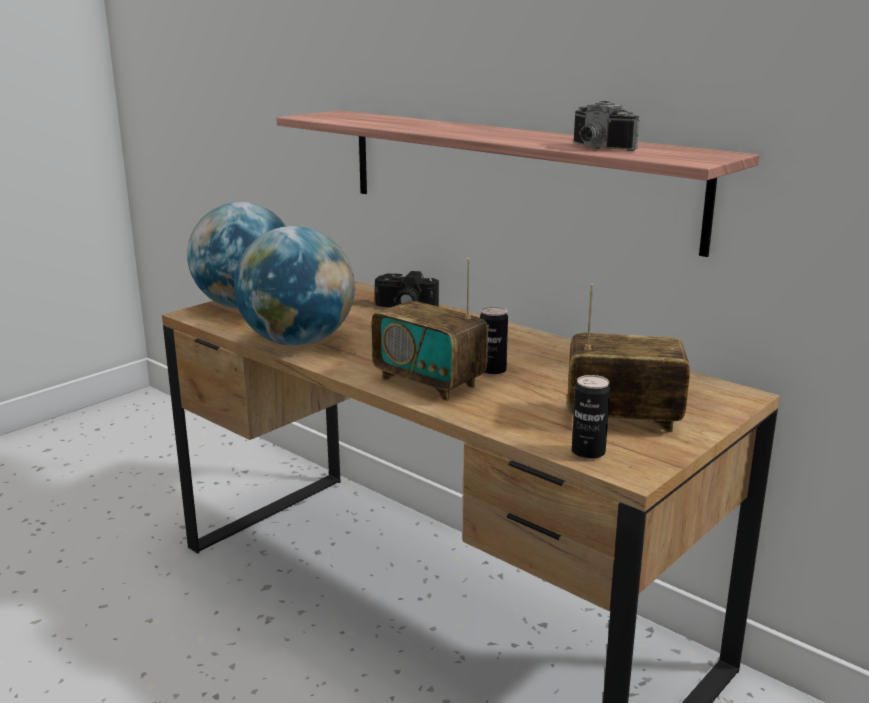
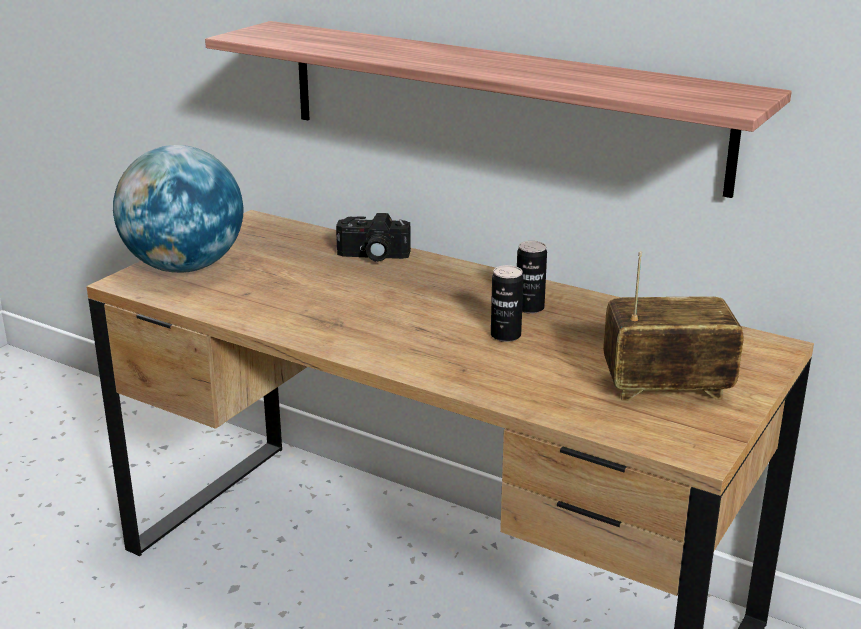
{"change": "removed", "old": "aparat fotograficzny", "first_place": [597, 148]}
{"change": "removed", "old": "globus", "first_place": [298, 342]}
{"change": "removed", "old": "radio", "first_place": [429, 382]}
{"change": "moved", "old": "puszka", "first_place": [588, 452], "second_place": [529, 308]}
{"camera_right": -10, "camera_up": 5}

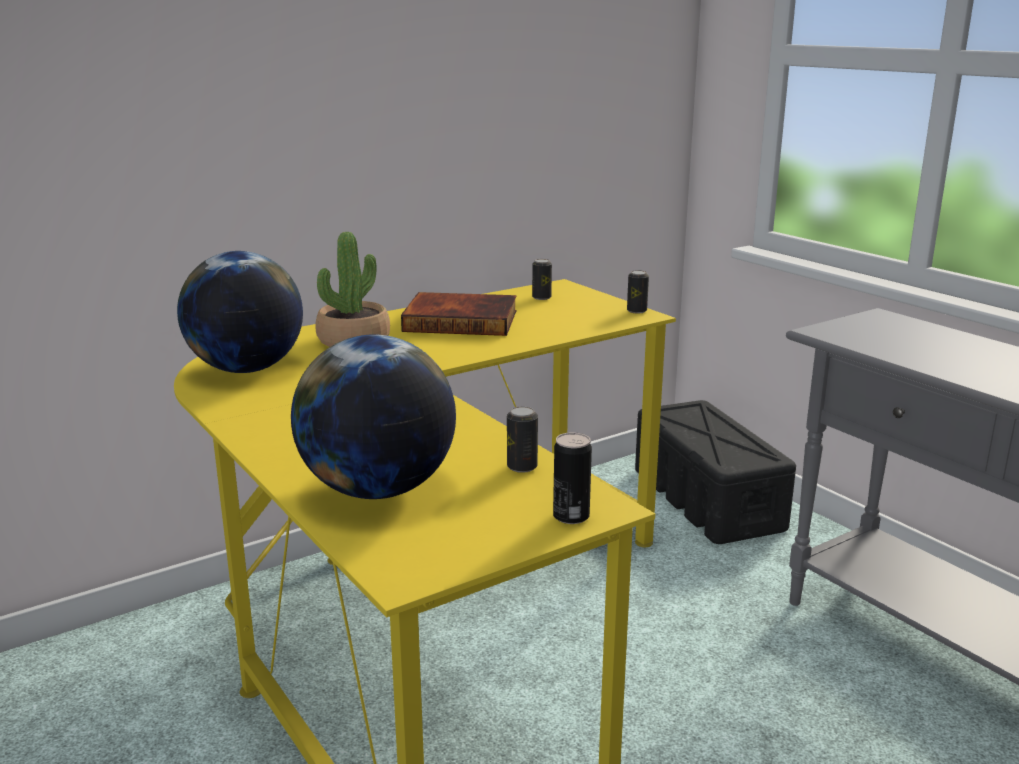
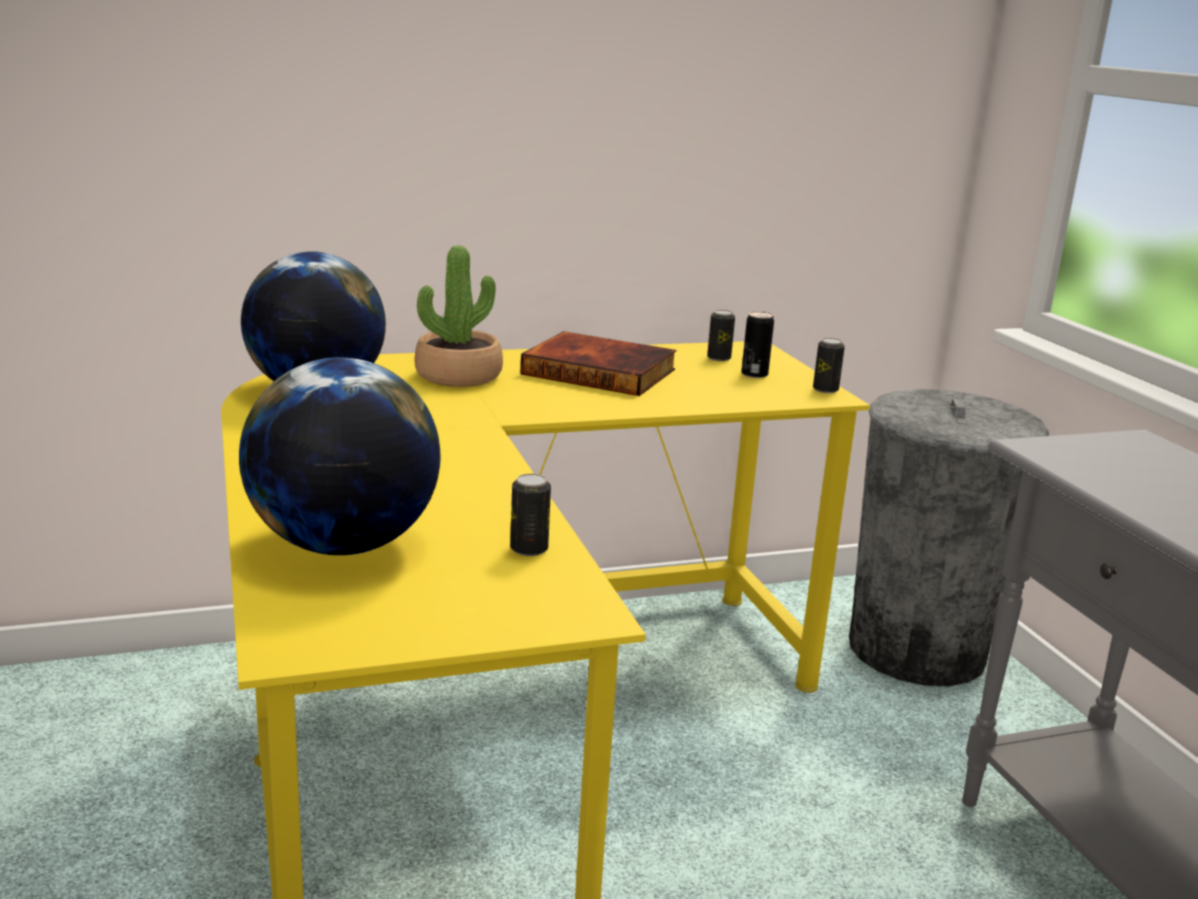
{"change": "replaced", "old": "pojemnik do przechowywania [czarny]", "new": "kosz na śmieci [szary]", "first_place": [707, 499], "second_place": [917, 649]}
{"change": "moved", "old": "puszka", "first_place": [571, 516], "second_place": [754, 374]}
{"camera_right": 15, "camera_up": 0}

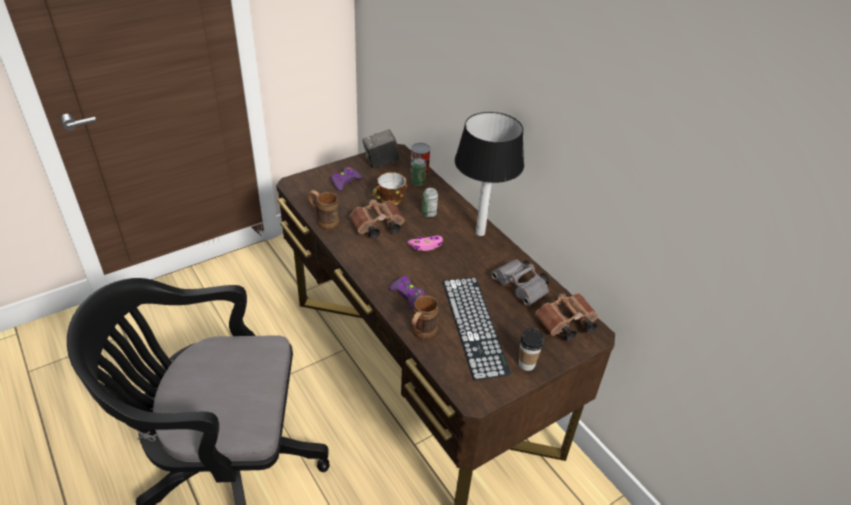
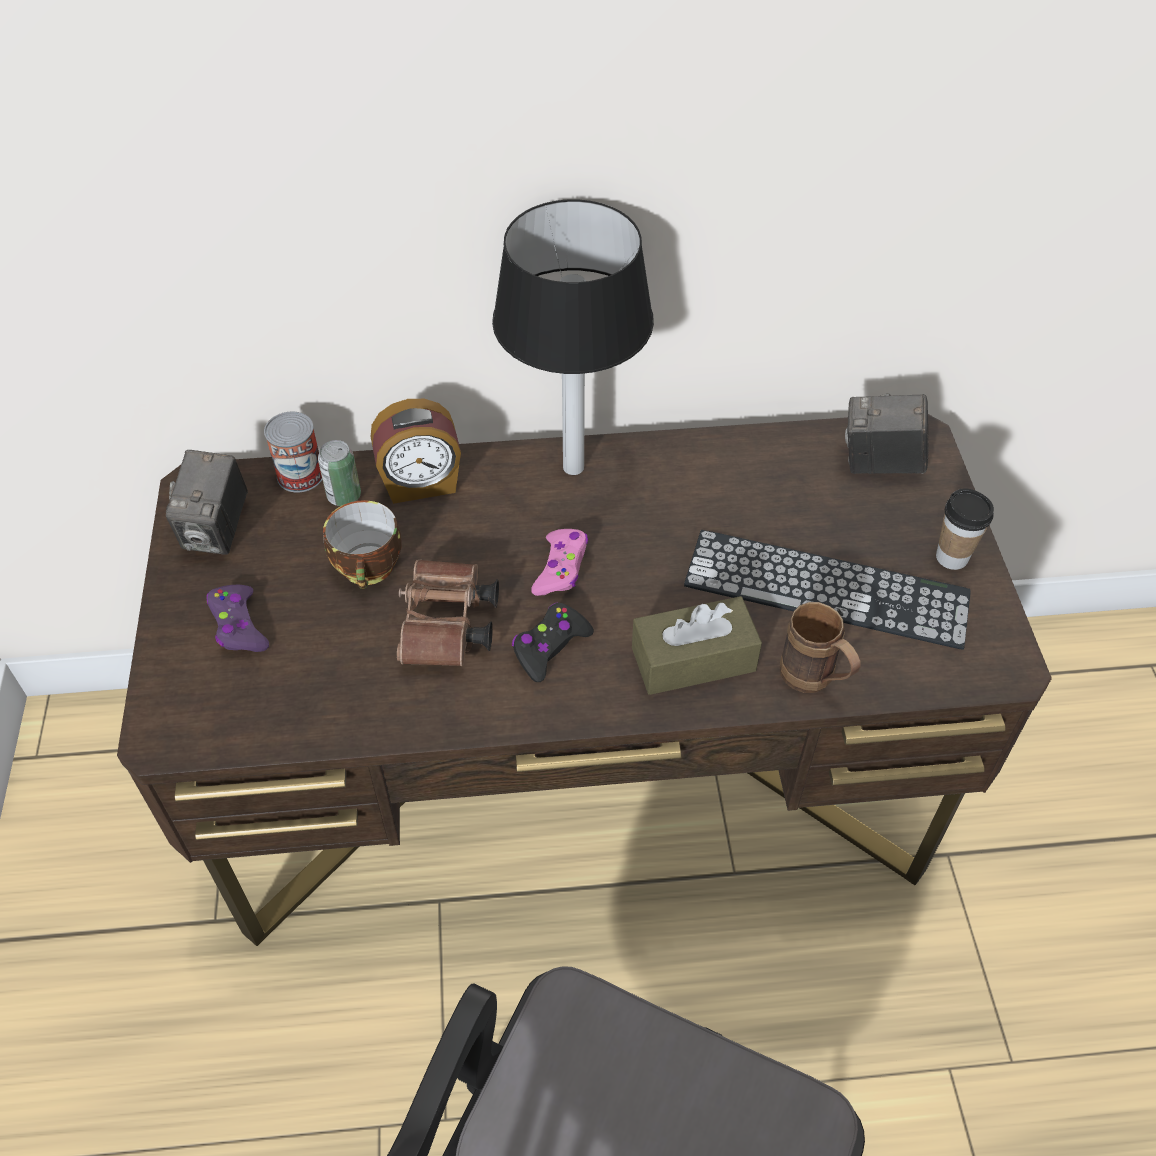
{"change": "removed", "old": "puszka", "first_place": [429, 214]}
{"change": "removed", "old": "kubek [brązowy]", "first_place": [324, 222]}
{"change": "removed", "old": "lornetka [szary]", "first_place": [521, 289]}
{"change": "replaced", "old": "pad do gier [fioletowy]", "new": "pudełko chusteczek [brązowy]", "first_place": [407, 295], "second_place": [693, 659]}
{"change": "replaced", "old": "lornetka [brązowy]", "new": "aparat fotograficzny", "first_place": [565, 325], "second_place": [880, 463]}
{"change": "added", "new": "budzik", "second_place": [421, 484]}
{"change": "added", "new": "pad do gier [czarny]", "second_place": [550, 647]}
{"camera_right": -60, "camera_up": 10}

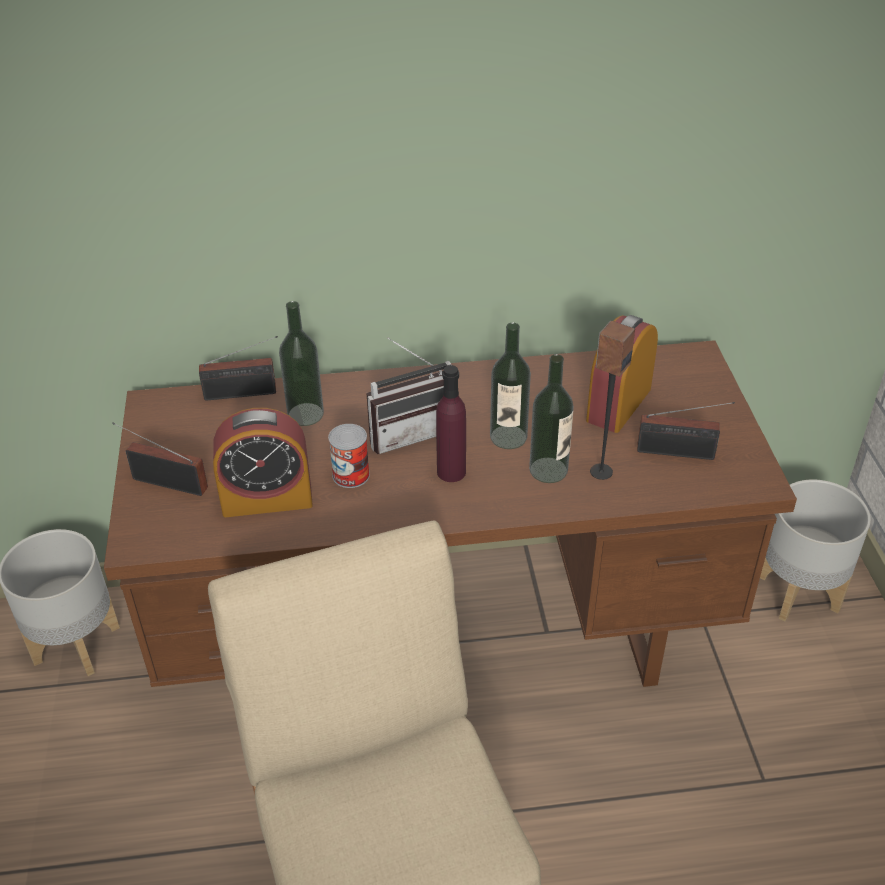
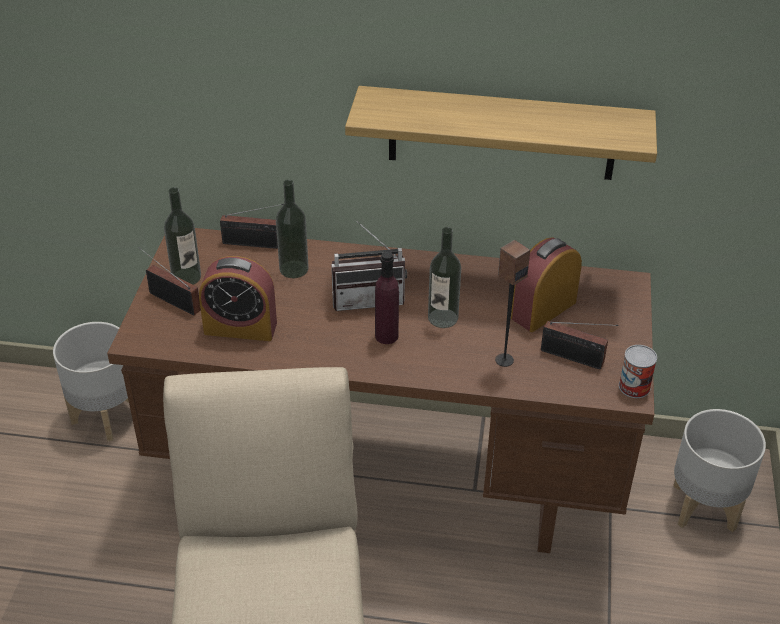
{"change": "moved", "old": "butelka", "first_place": [548, 470], "second_place": [186, 277]}
{"change": "moved", "old": "puszka", "first_place": [351, 475], "second_place": [634, 387]}
{"change": "added", "new": "półka", "second_place": [502, 133]}
{"camera_right": 15, "camera_up": 0}

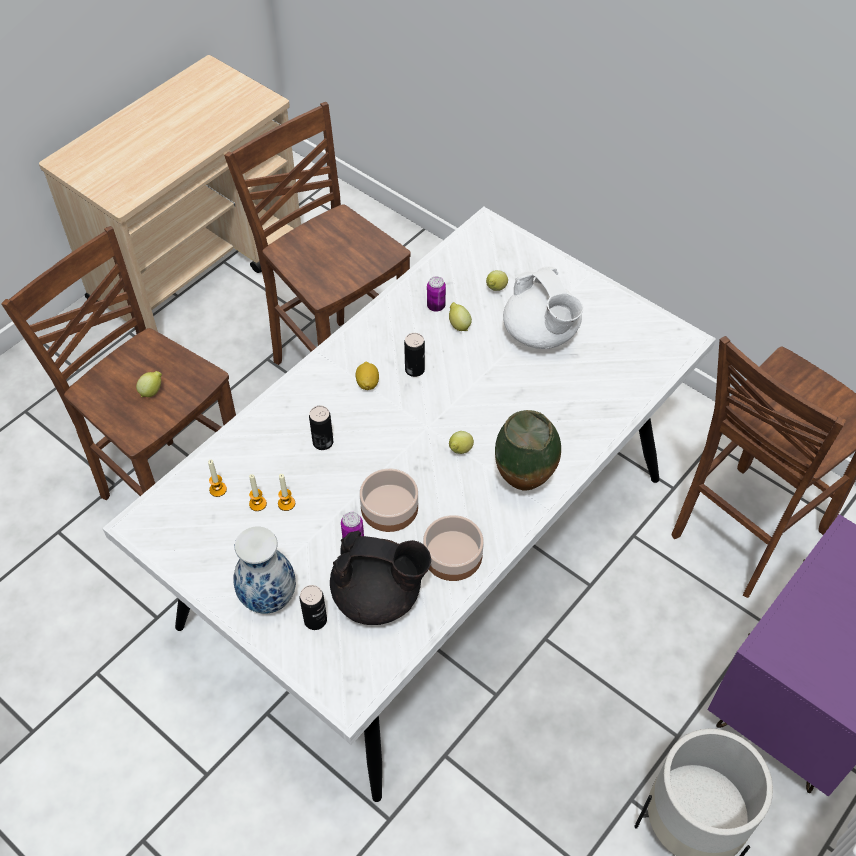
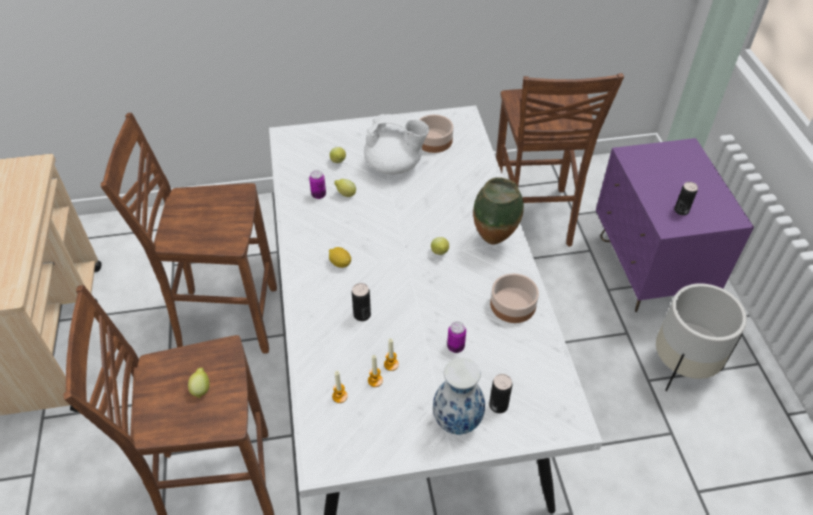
{"change": "moved", "old": "puszka", "first_place": [414, 369], "second_place": [681, 210]}
{"change": "moved", "old": "miska", "first_place": [390, 508], "second_place": [434, 140]}
{"change": "removed", "old": "imbryk [czarny]", "first_place": [378, 596]}
{"camera_right": -50, "camera_up": -5}

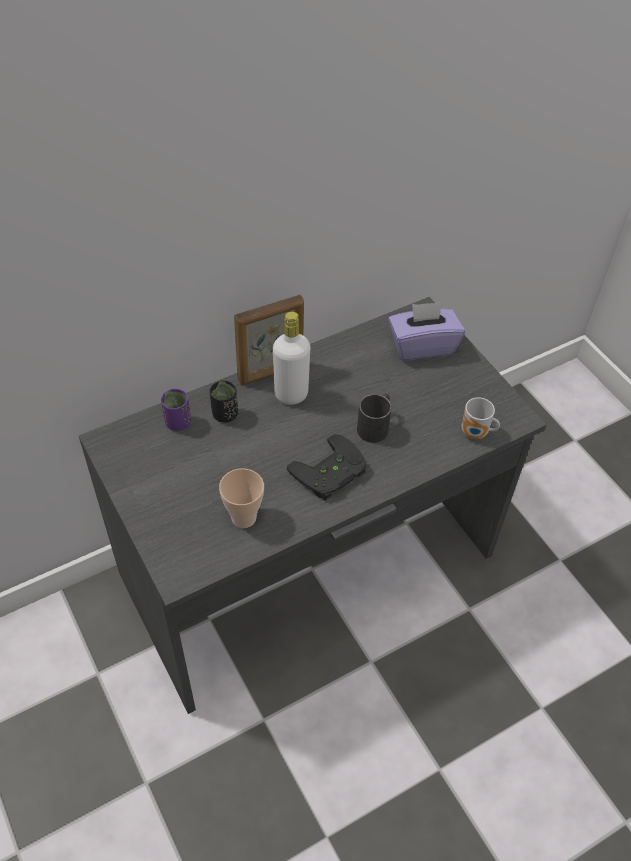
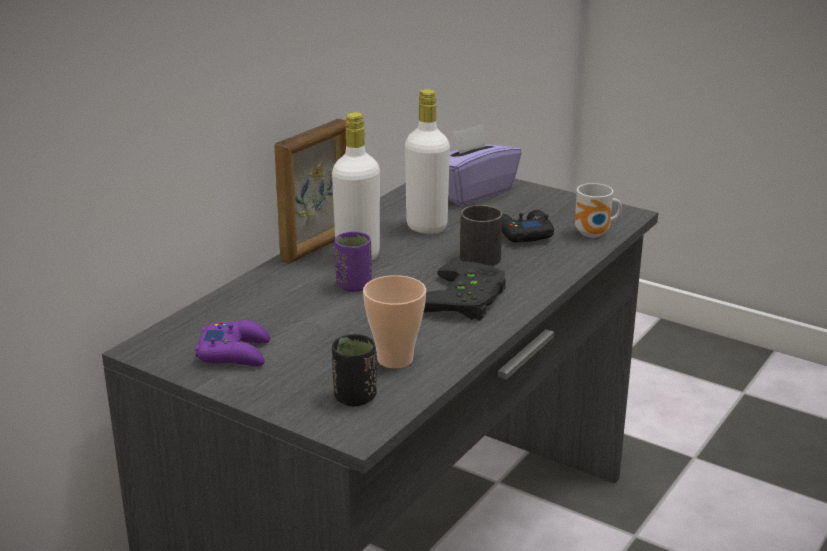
{"change": "moved", "old": "filiżanka [czarny]", "first_place": [225, 414], "second_place": [355, 397]}
{"change": "moved", "old": "filiżanka [fioletowy]", "first_place": [178, 422], "second_place": [354, 285]}
{"change": "added", "new": "butelka [biały]", "second_place": [426, 227]}
{"change": "added", "new": "pad do gier [czarny]", "second_place": [522, 234]}
{"change": "added", "new": "pad do gier [fioletowy]", "second_place": [235, 353]}
{"camera_right": -25, "camera_up": -25}

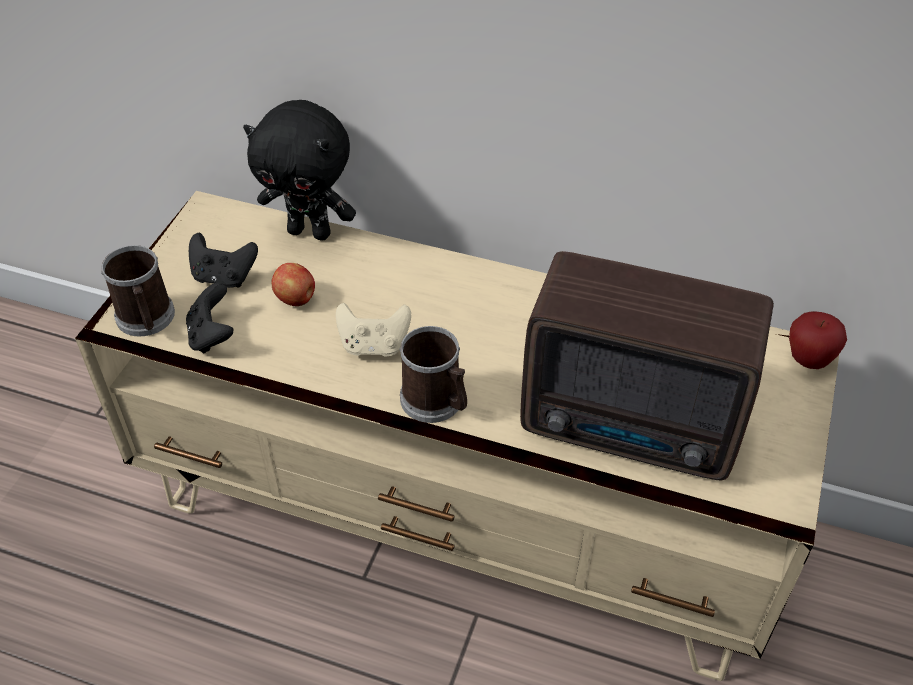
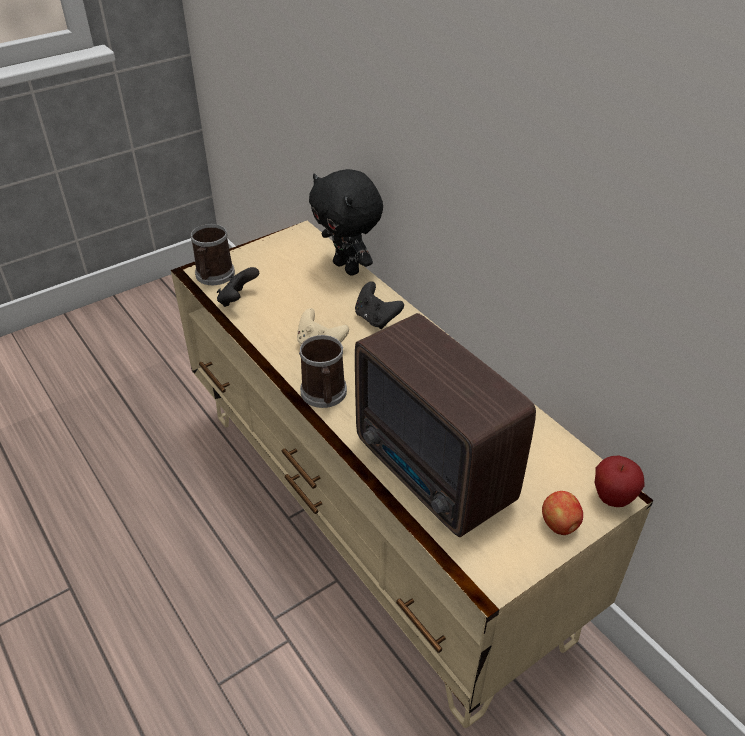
{"change": "moved", "old": "pad do gier [czarny]", "first_place": [224, 277], "second_place": [376, 319]}
{"change": "moved", "old": "jabłko", "first_place": [296, 299], "second_place": [559, 525]}
{"camera_right": 35, "camera_up": -5}

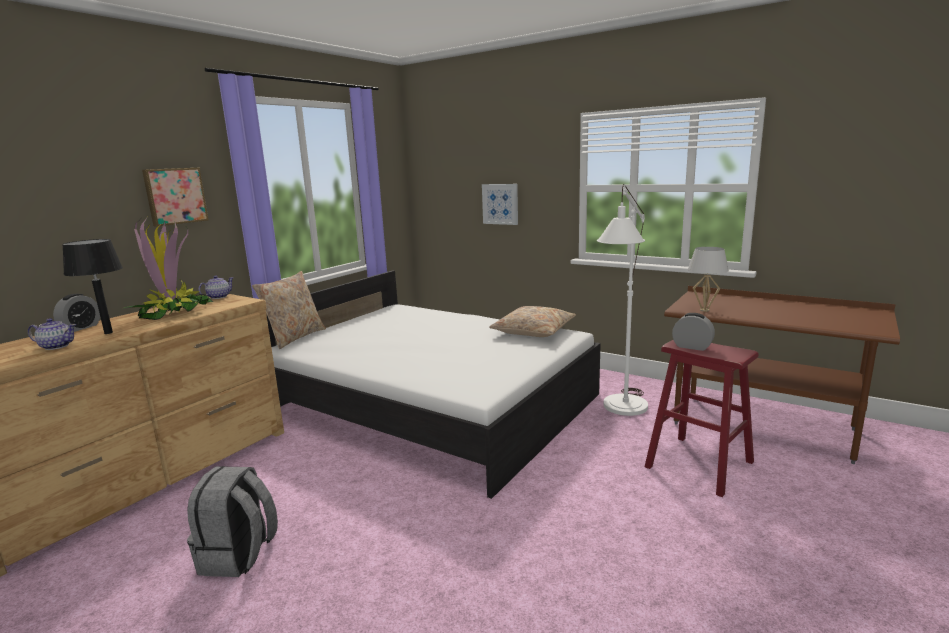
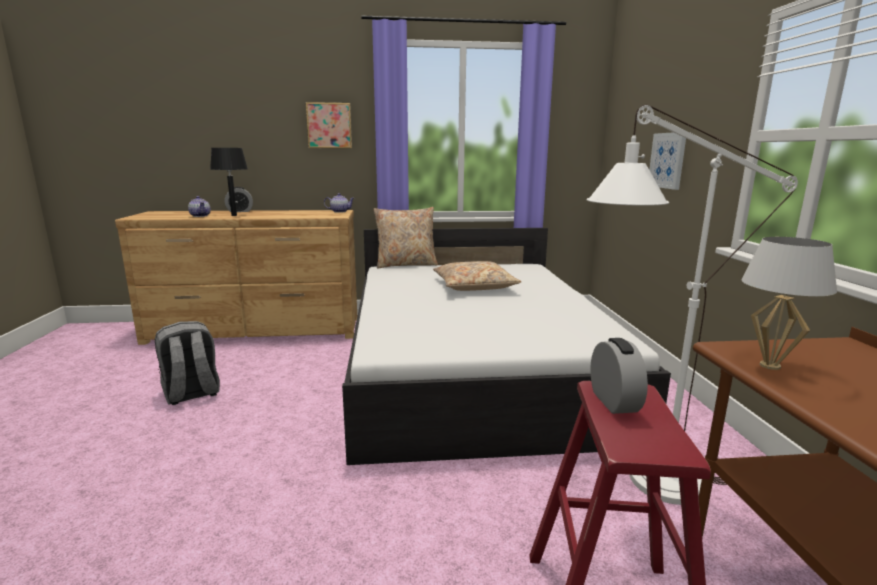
{"change": "removed", "old": "roślina doniczkowa", "first_place": [174, 313]}
{"change": "moved", "old": "poduszka [beżowy]", "first_place": [533, 331], "second_place": [474, 286]}
{"camera_right": 50, "camera_up": 0}

